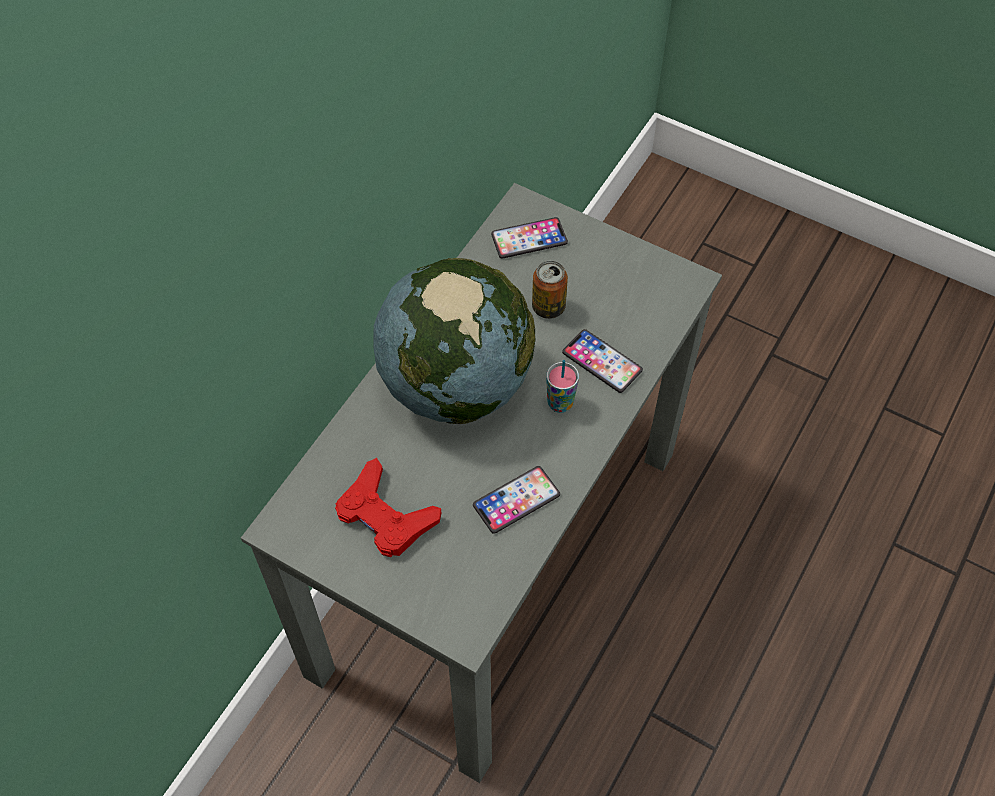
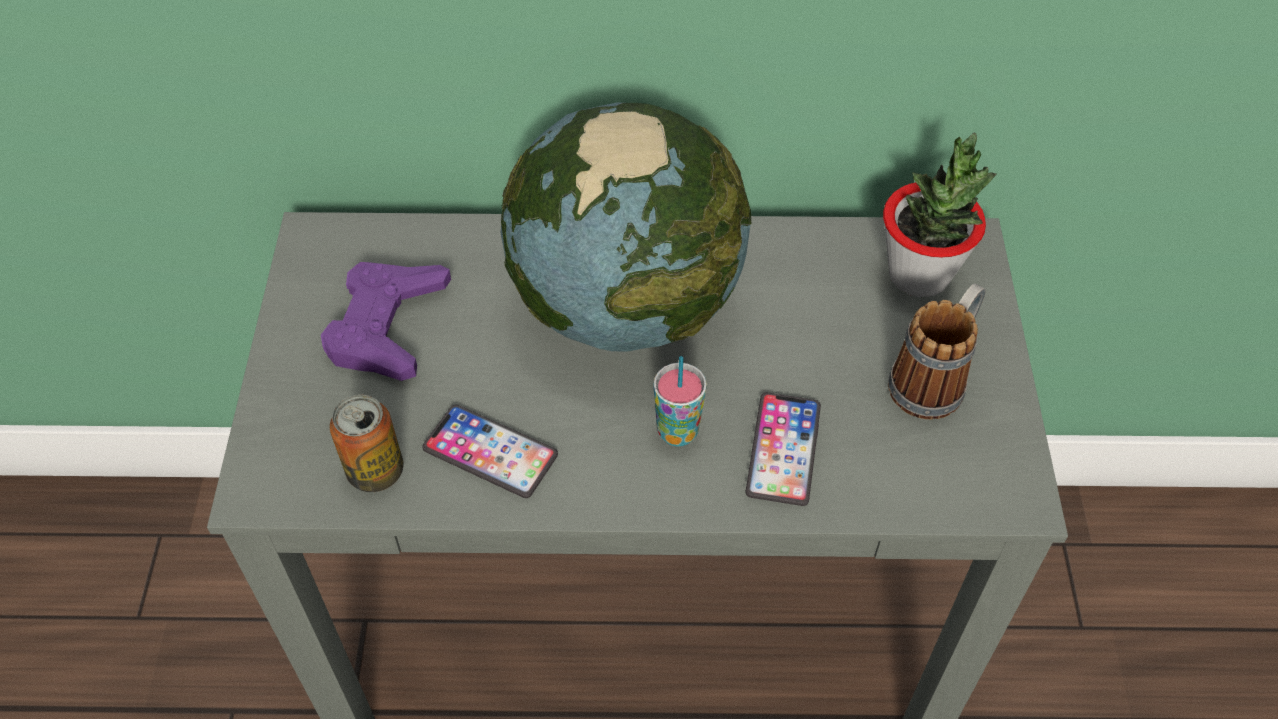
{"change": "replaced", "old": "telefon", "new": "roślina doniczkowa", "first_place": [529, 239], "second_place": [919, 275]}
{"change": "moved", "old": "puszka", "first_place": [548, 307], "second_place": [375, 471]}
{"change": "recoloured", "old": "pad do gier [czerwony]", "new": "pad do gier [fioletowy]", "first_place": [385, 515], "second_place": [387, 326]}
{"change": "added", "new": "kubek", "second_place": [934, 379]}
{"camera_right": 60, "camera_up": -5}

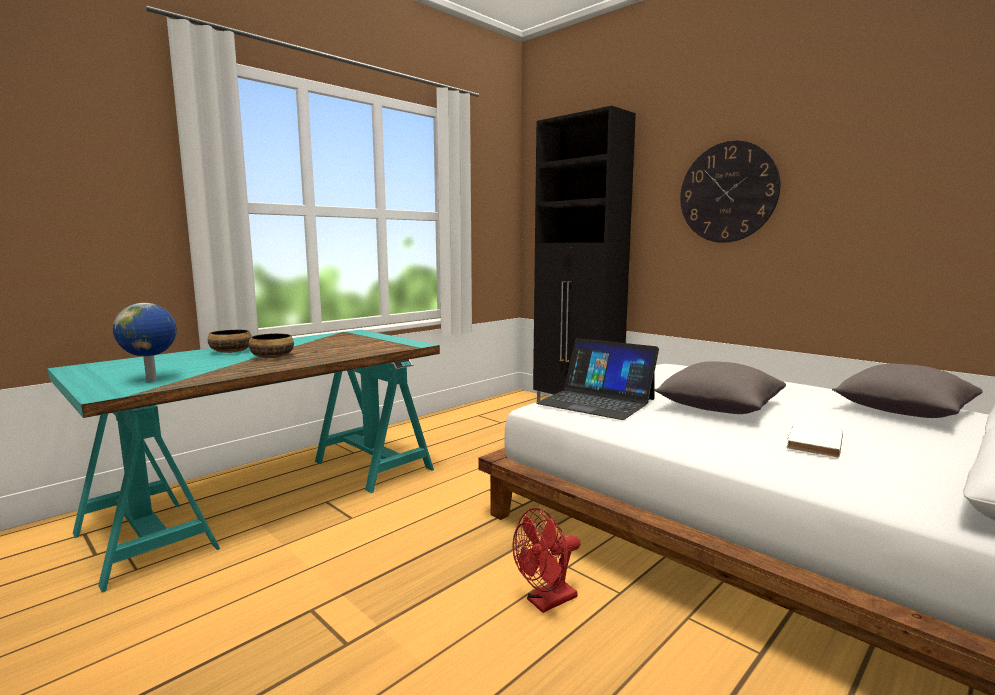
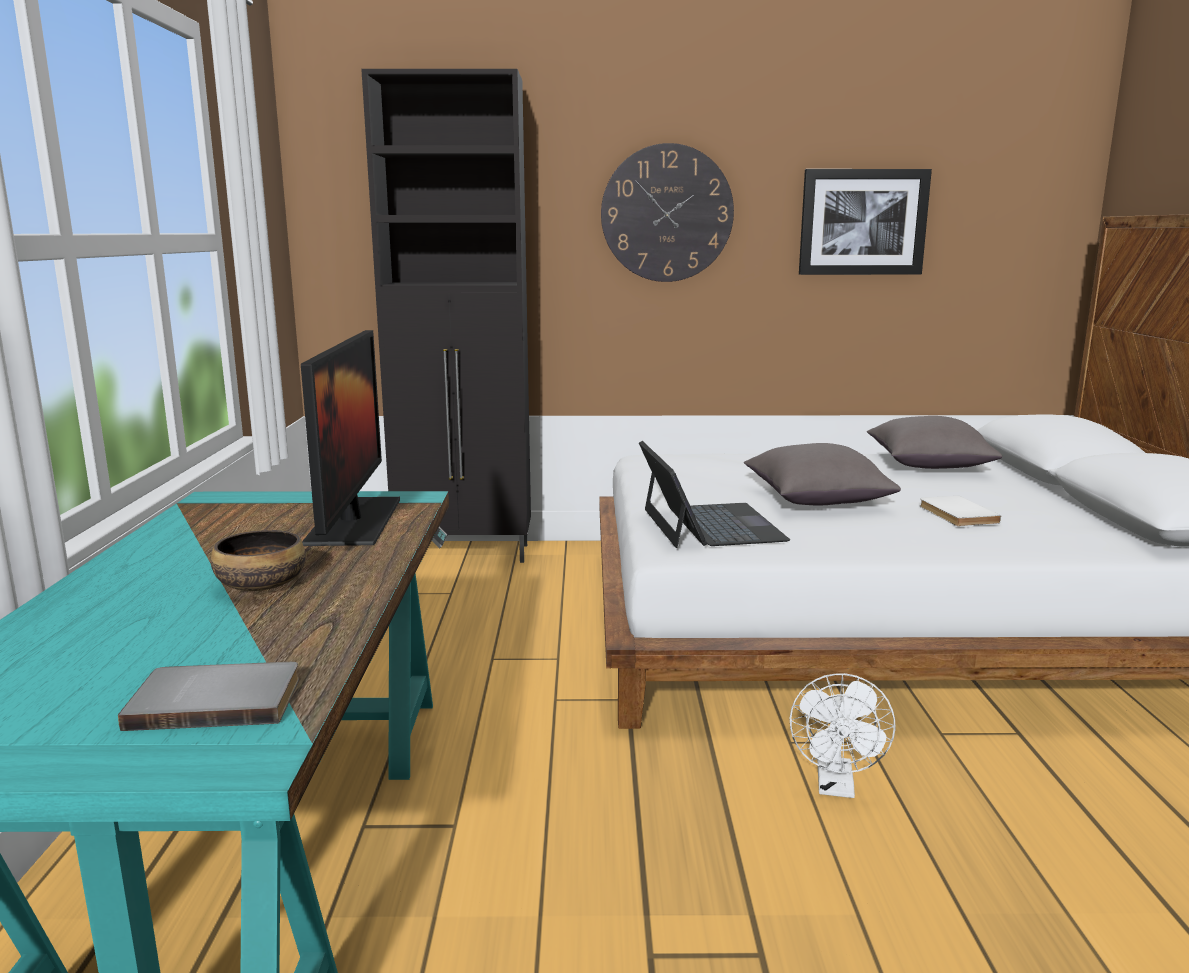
{"change": "replaced", "old": "globus", "new": "książka [szary]", "first_place": [152, 380], "second_place": [217, 700]}
{"change": "removed", "old": "miska", "first_place": [230, 352]}
{"change": "turned", "old": "laptop", "first_place": [596, 401], "second_place": [710, 525], "degrees": -90}
{"change": "recoloured", "old": "wentylator [czerwony]", "new": "wentylator [biały]", "first_place": [546, 602], "second_place": [836, 787]}
{"change": "added", "new": "obraz", "second_place": [863, 222]}
{"change": "added", "new": "monitor", "second_place": [355, 521]}
{"camera_right": -45, "camera_up": 5}

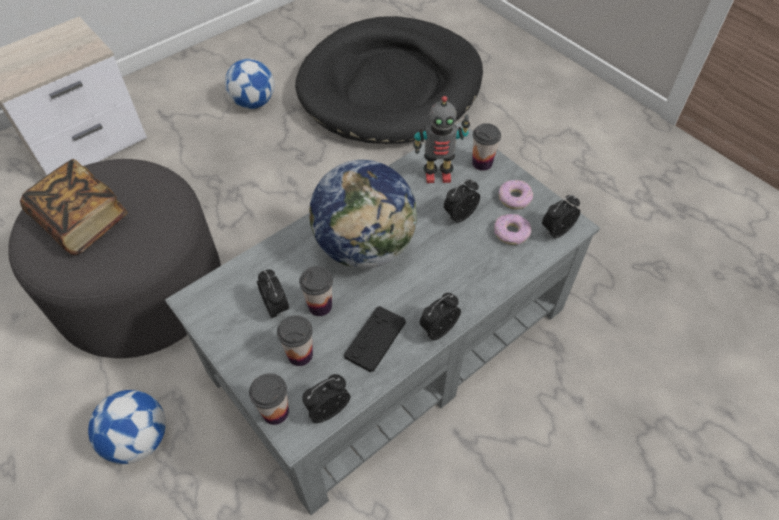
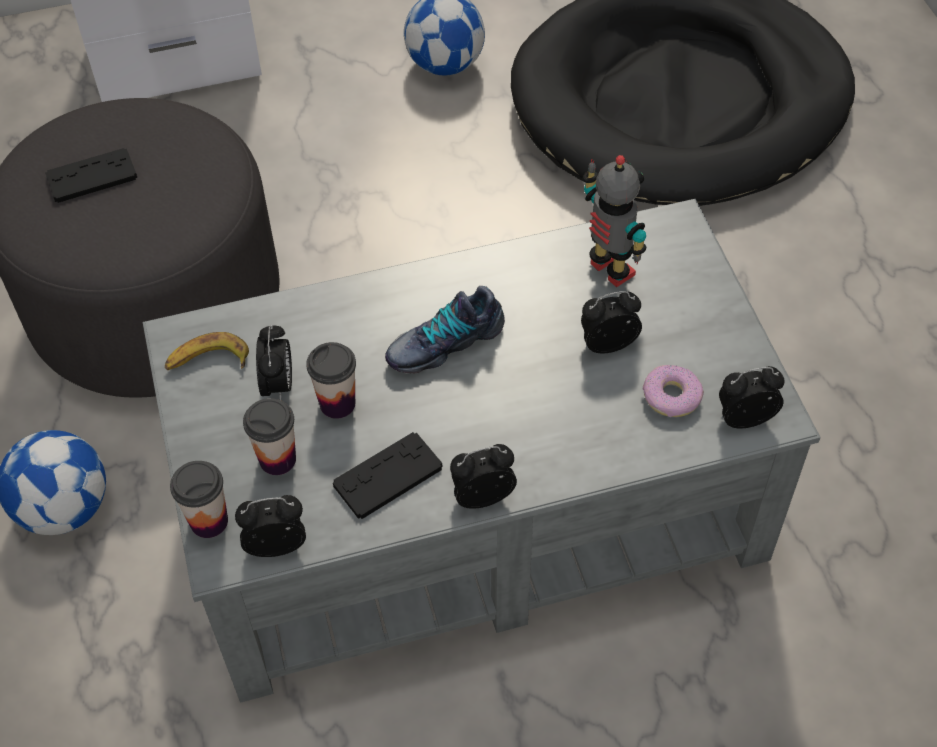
{"change": "turned", "old": "robot zabawkowy", "first_place": [437, 175], "second_place": [609, 271], "degrees": -150}
{"change": "removed", "old": "filiżanka", "first_place": [482, 163]}
{"change": "replaced", "old": "książka", "new": "pad do gier [czarny]", "first_place": [82, 220], "second_place": [92, 177]}
{"change": "replaced", "old": "globus", "new": "but", "first_place": [365, 246], "second_place": [444, 342]}
{"change": "removed", "old": "donut", "first_place": [514, 198]}
{"change": "added", "new": "banan", "second_place": [208, 361]}
{"camera_right": 25, "camera_up": 0}

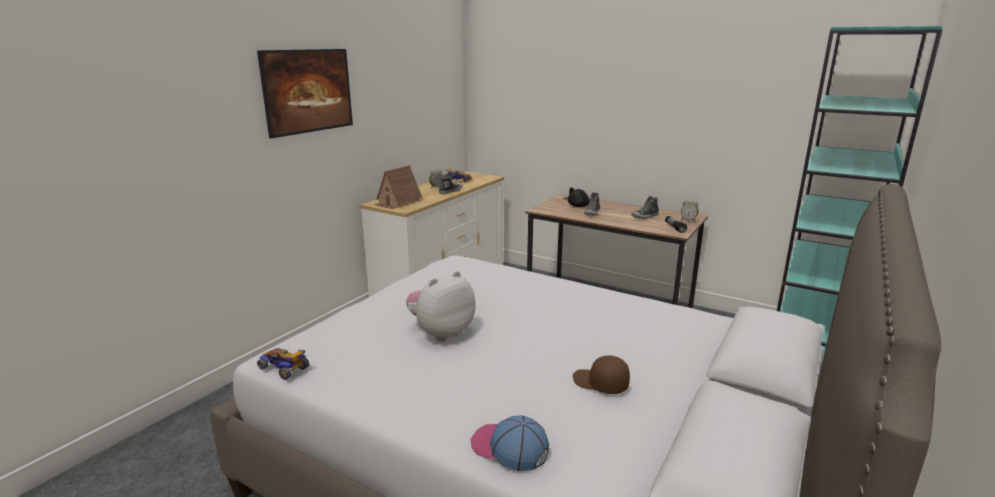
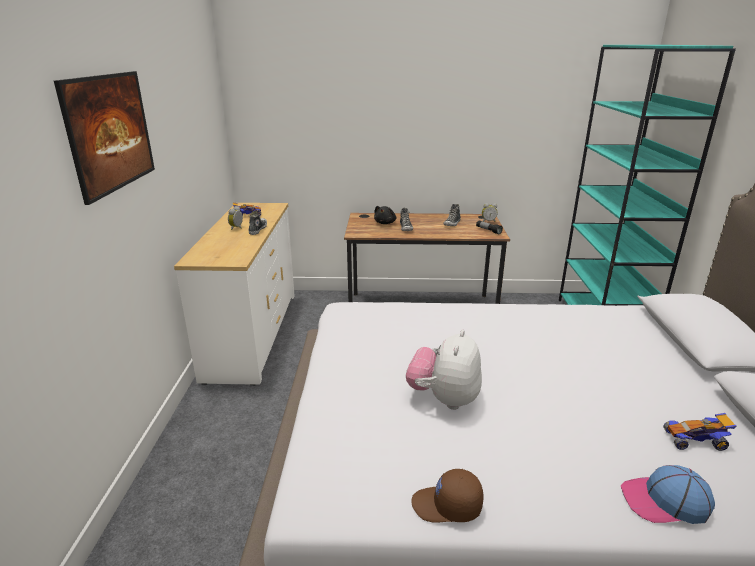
{"change": "removed", "old": "domek", "first_place": [397, 202]}
{"change": "moved", "old": "samochodzik", "first_place": [284, 369], "second_place": [695, 440]}
{"change": "moved", "old": "czapka z daszkiem [brązowy]", "first_place": [600, 384], "second_place": [447, 506]}
{"camera_right": -30, "camera_up": 5}

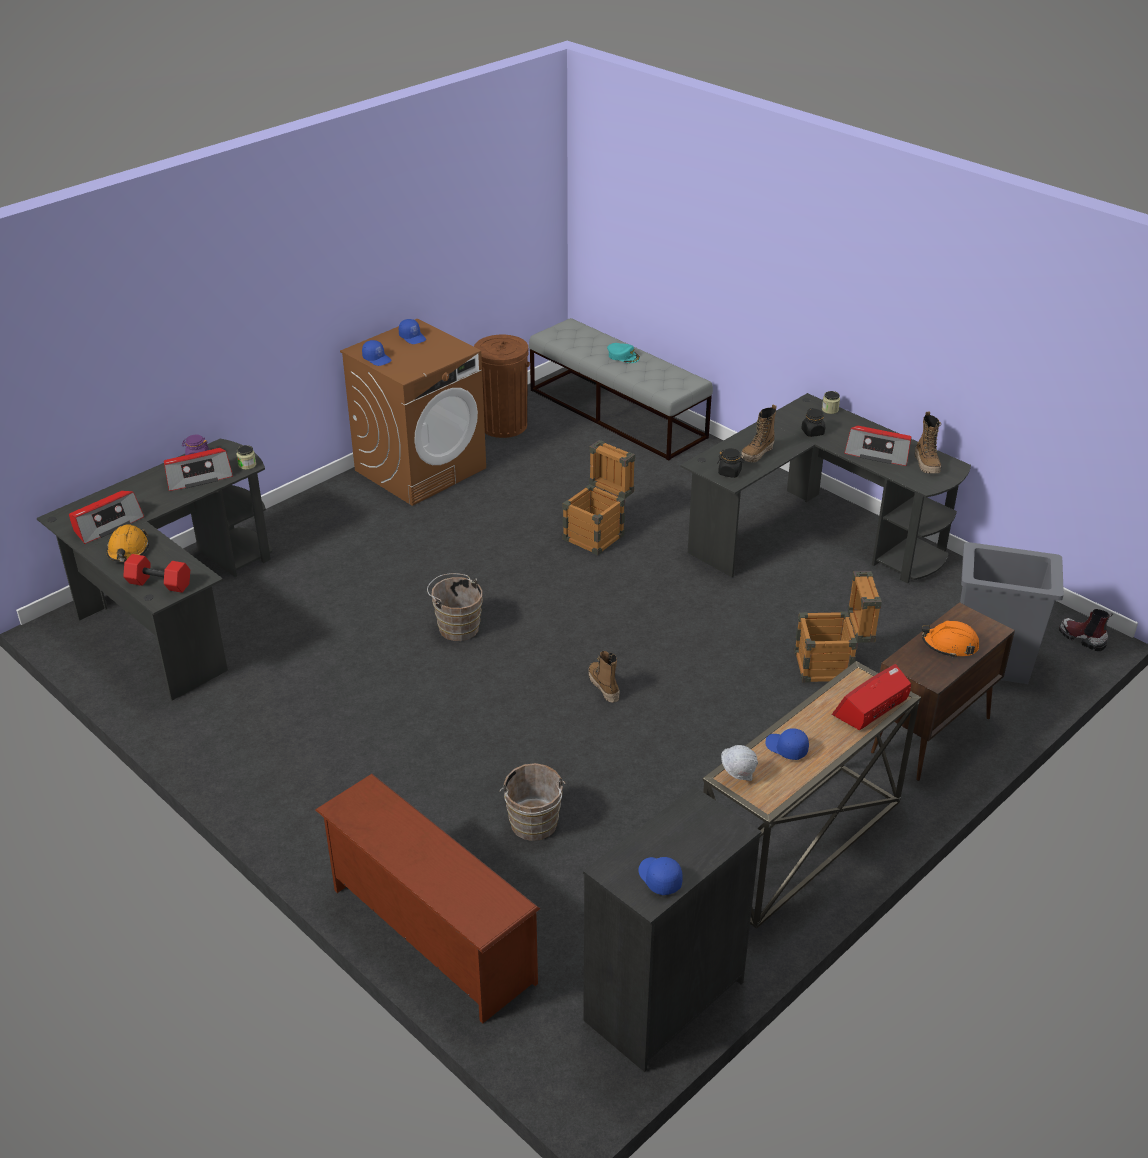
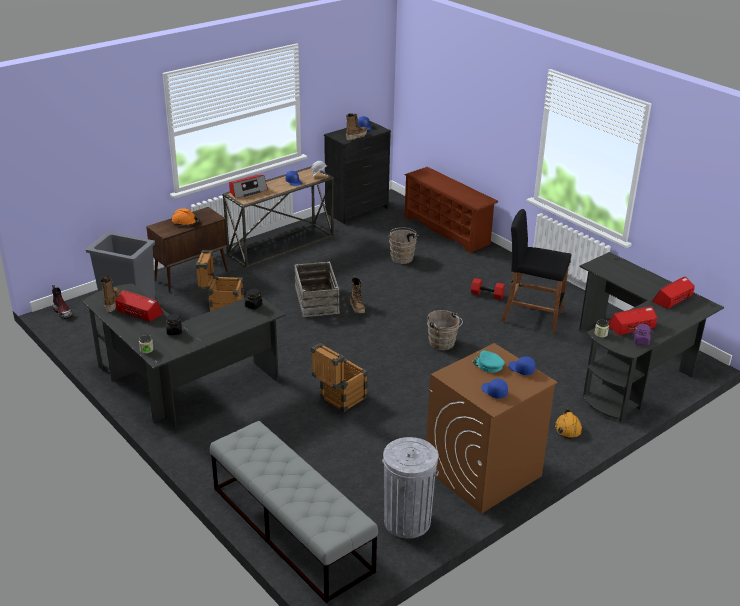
{"change": "recoloured", "old": "kosz na śmieci [brązowy]", "new": "kosz na śmieci [szary]", "first_place": [503, 425], "second_place": [407, 521]}
{"change": "moved", "old": "czapka z daszkiem [turkusowy]", "first_place": [623, 356], "second_place": [488, 365]}
{"change": "moved", "old": "but z cholewką", "first_place": [757, 454], "second_place": [356, 136]}
{"change": "moved", "old": "kask [pomarańczowy]", "first_place": [128, 551], "second_place": [567, 428]}
{"change": "moved", "old": "hantel [czerwony]", "first_place": [158, 584], "second_place": [487, 294]}
{"change": "added", "new": "stołek [czarny]", "second_place": [531, 316]}
{"change": "added", "new": "skrzynka", "second_place": [316, 301]}
{"camera_right": -175, "camera_up": -5}

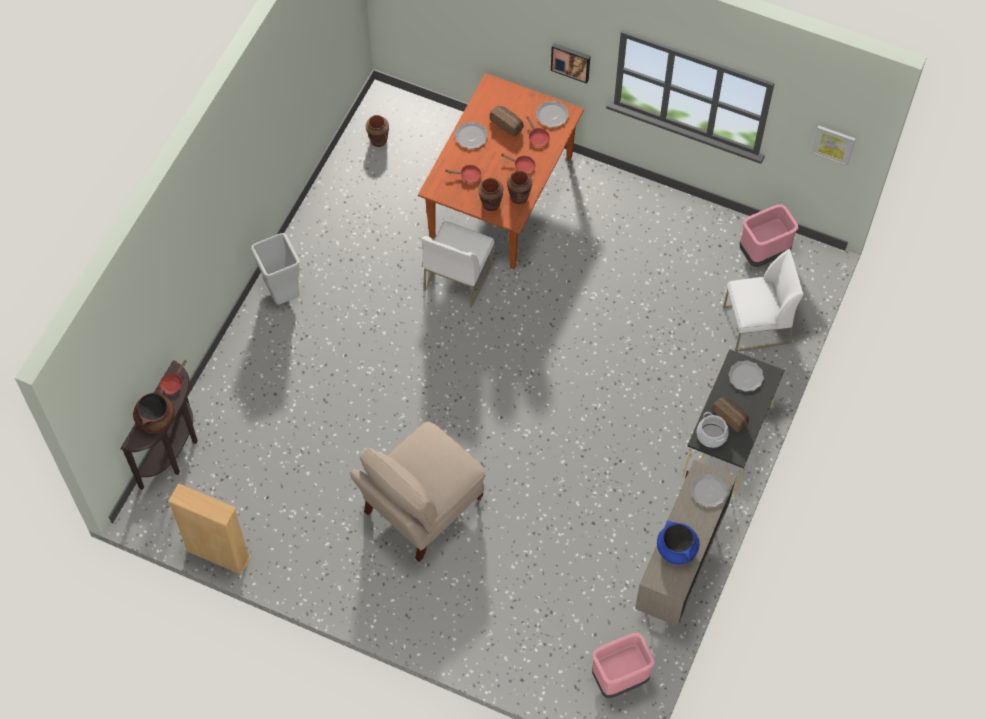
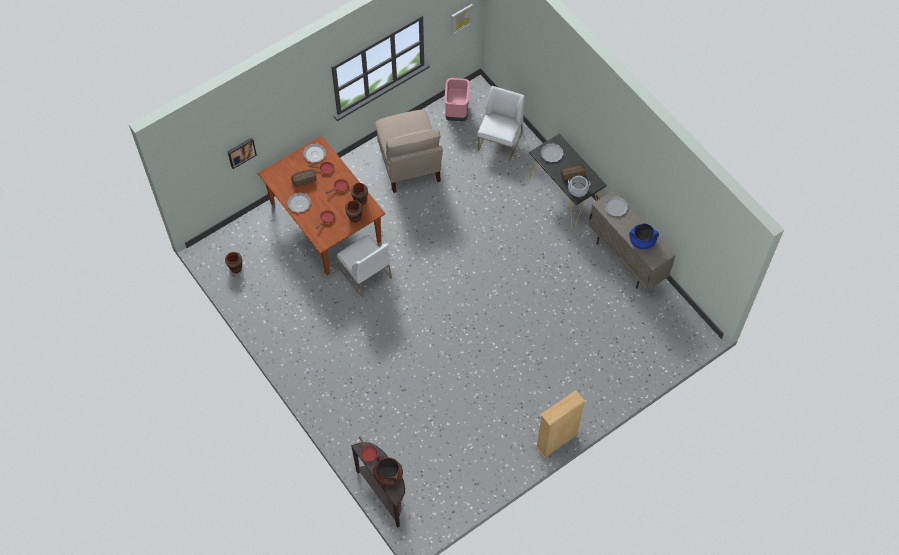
{"change": "moved", "old": "obraz", "first_place": [571, 61], "second_place": [241, 152]}
{"change": "removed", "old": "kosz na śmieci [szary]", "first_place": [283, 293]}
{"change": "moved", "old": "krzesło [beżowy]", "first_place": [421, 508], "second_place": [409, 165]}
{"change": "moved", "old": "regał [beżowy]", "first_place": [218, 554], "second_place": [557, 440]}
{"change": "removed", "old": "kosz na śmieci [różowy]", "first_place": [619, 679]}
{"camera_right": -60, "camera_up": 0}

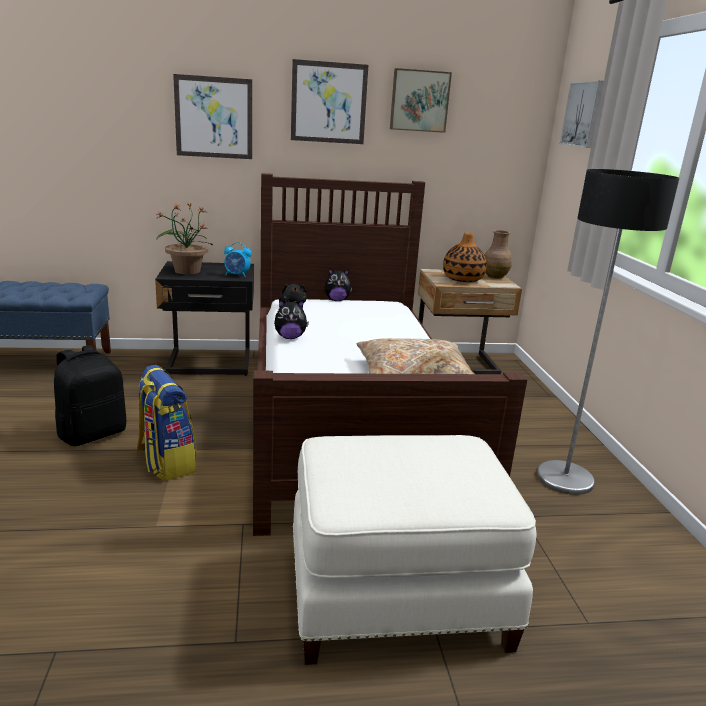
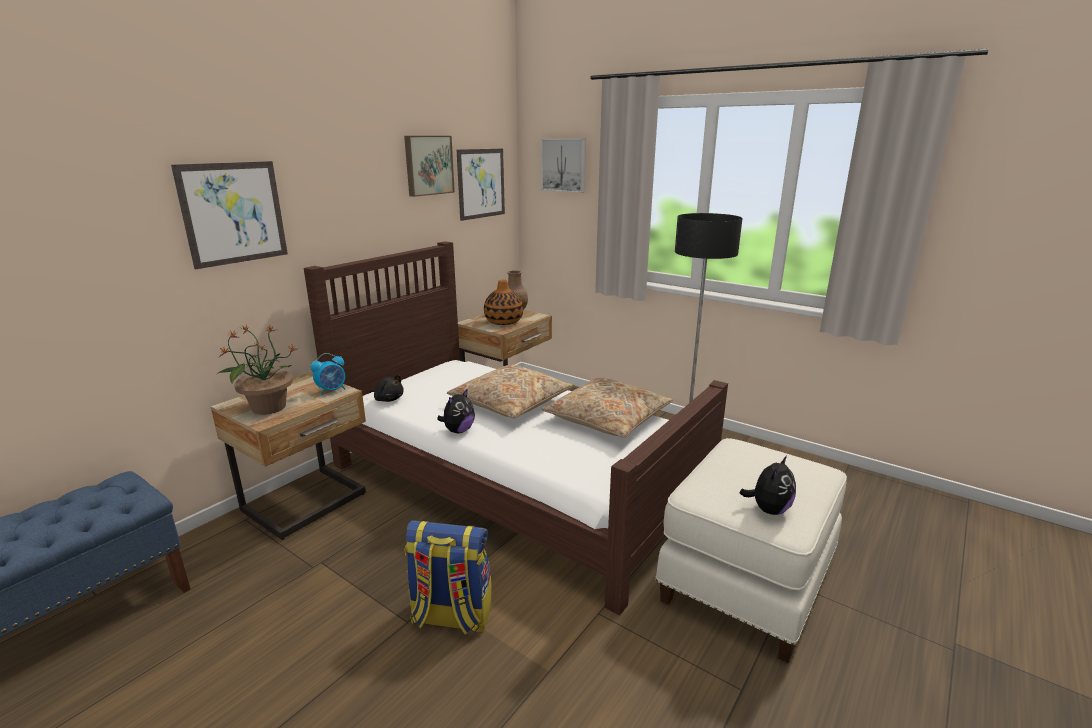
{"change": "moved", "old": "obraz", "first_place": [328, 103], "second_place": [481, 183]}
{"change": "recoloured", "old": "szafka nocna [czarny]", "new": "szafka nocna [beżowy]", "first_place": [210, 365], "second_place": [307, 503]}
{"change": "moved", "old": "pluszak", "first_place": [337, 300], "second_place": [768, 509]}
{"change": "removed", "old": "plecak [czarny]", "first_place": [93, 434]}
{"change": "added", "new": "poduszka [beżowy]", "second_place": [511, 402]}
{"camera_right": -45, "camera_up": 0}

